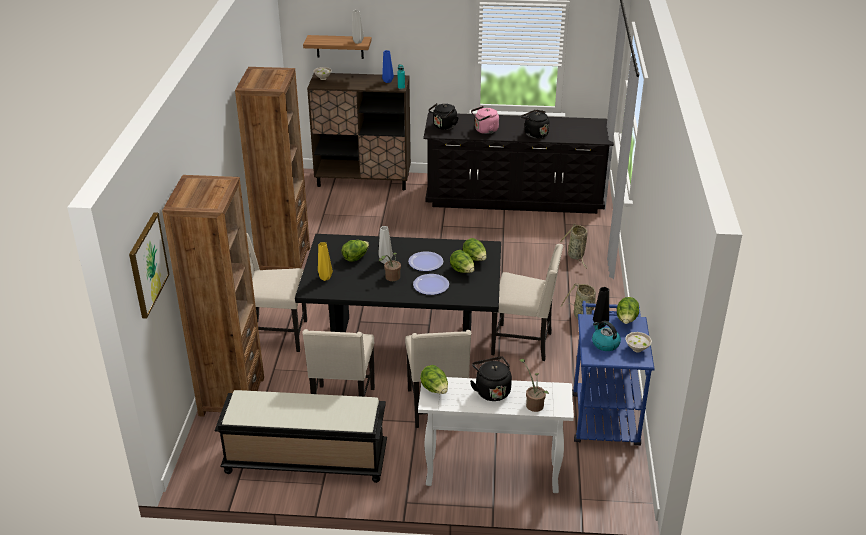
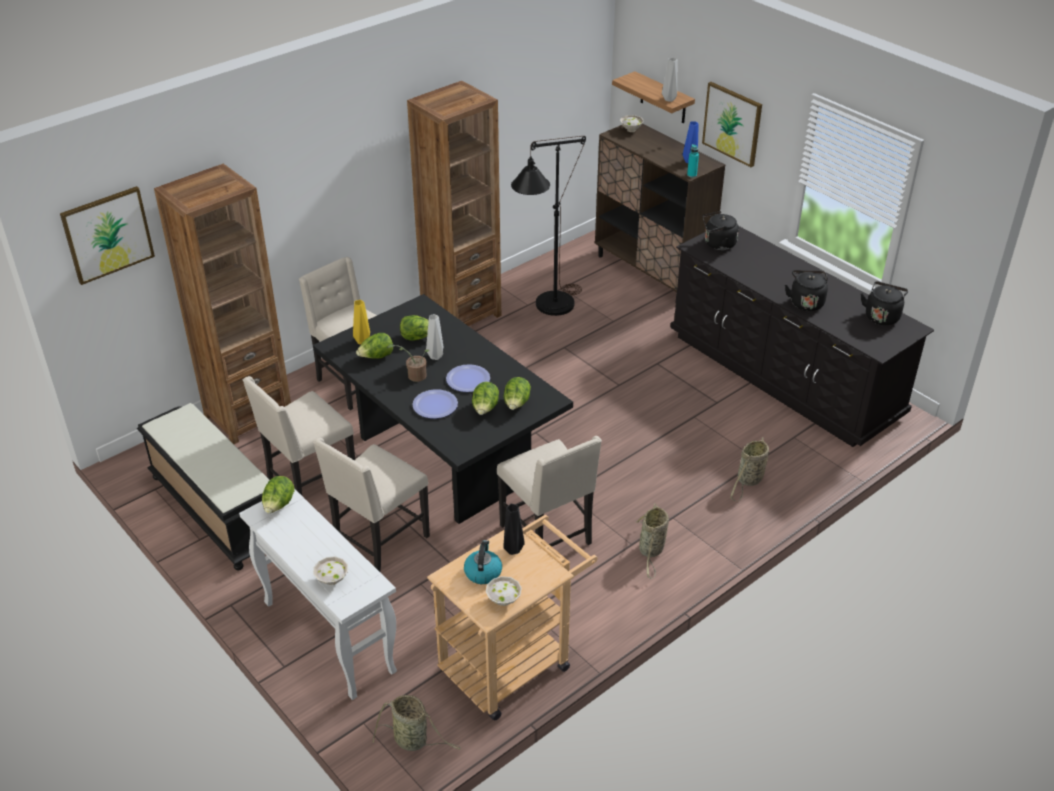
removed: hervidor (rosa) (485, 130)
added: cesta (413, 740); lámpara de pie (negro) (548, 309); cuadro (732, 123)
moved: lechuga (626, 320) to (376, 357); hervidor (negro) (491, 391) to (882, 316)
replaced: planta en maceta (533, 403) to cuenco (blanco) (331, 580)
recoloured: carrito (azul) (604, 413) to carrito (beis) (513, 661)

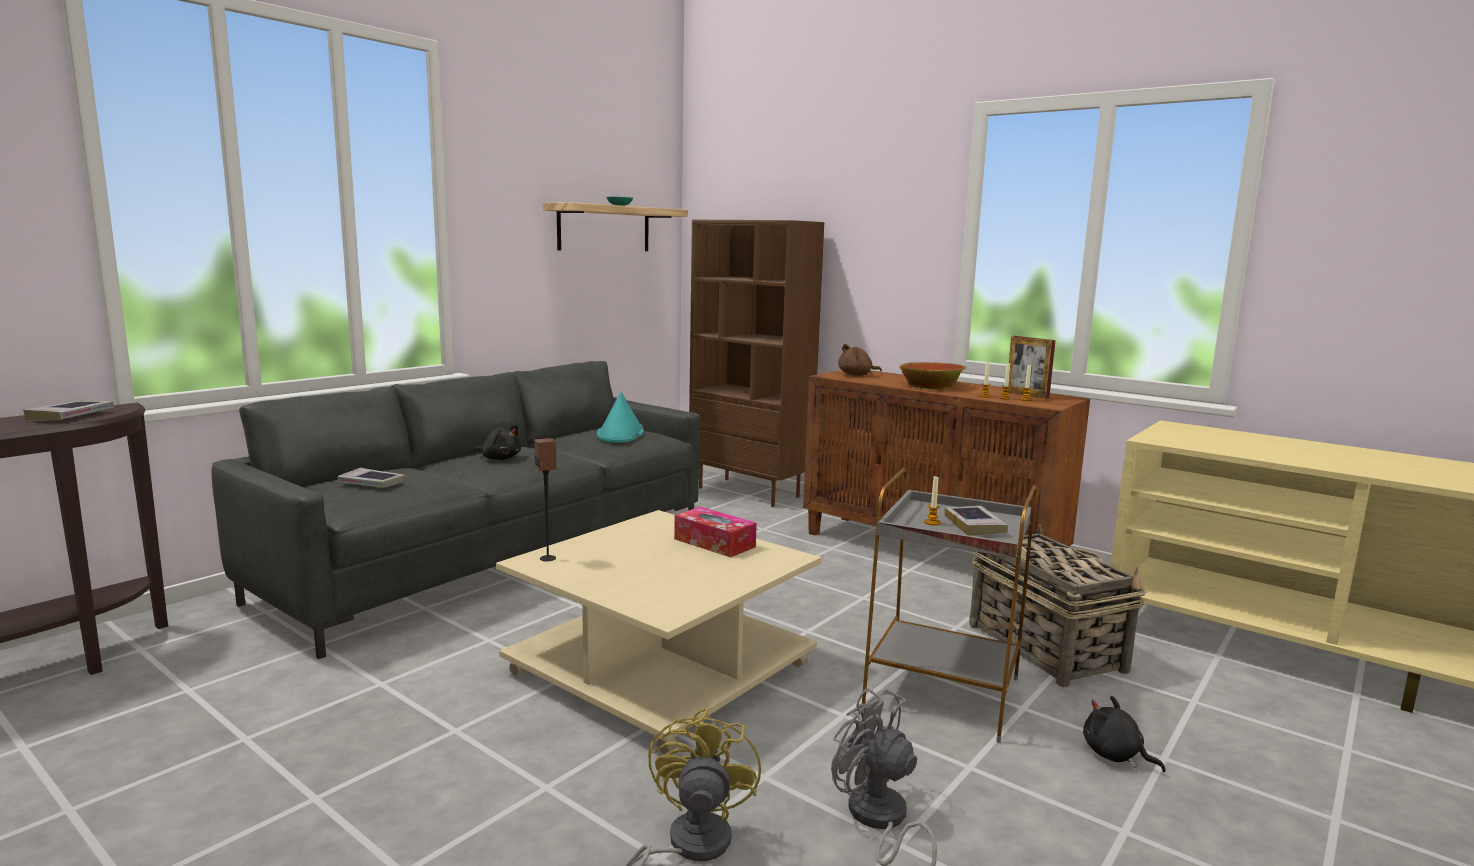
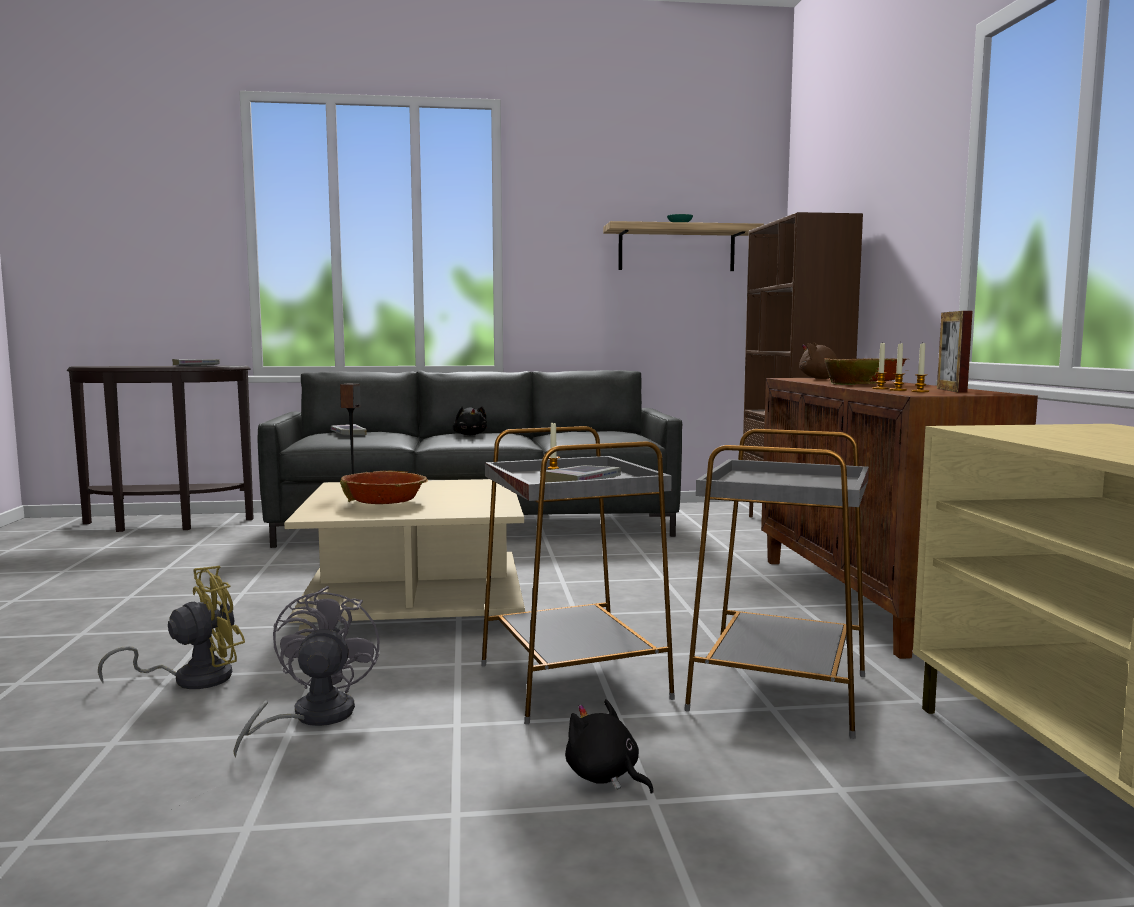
removed: sombrero (turquesa) (620, 434); caja de pañuelos (714, 543)
added: cuenco (385, 503)
replaced: cesta (1044, 646) to mesa auxiliar (gris) (780, 691)
turned: peluche (negro) (1115, 755) = (605, 777) 45 degrees counterclockwise

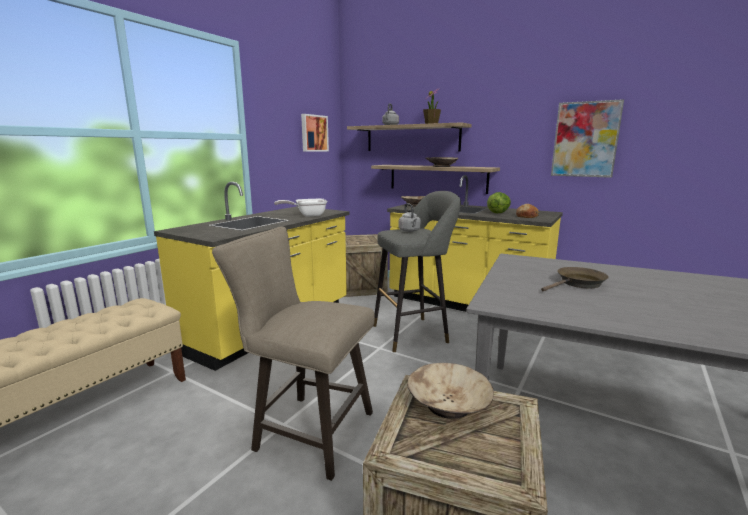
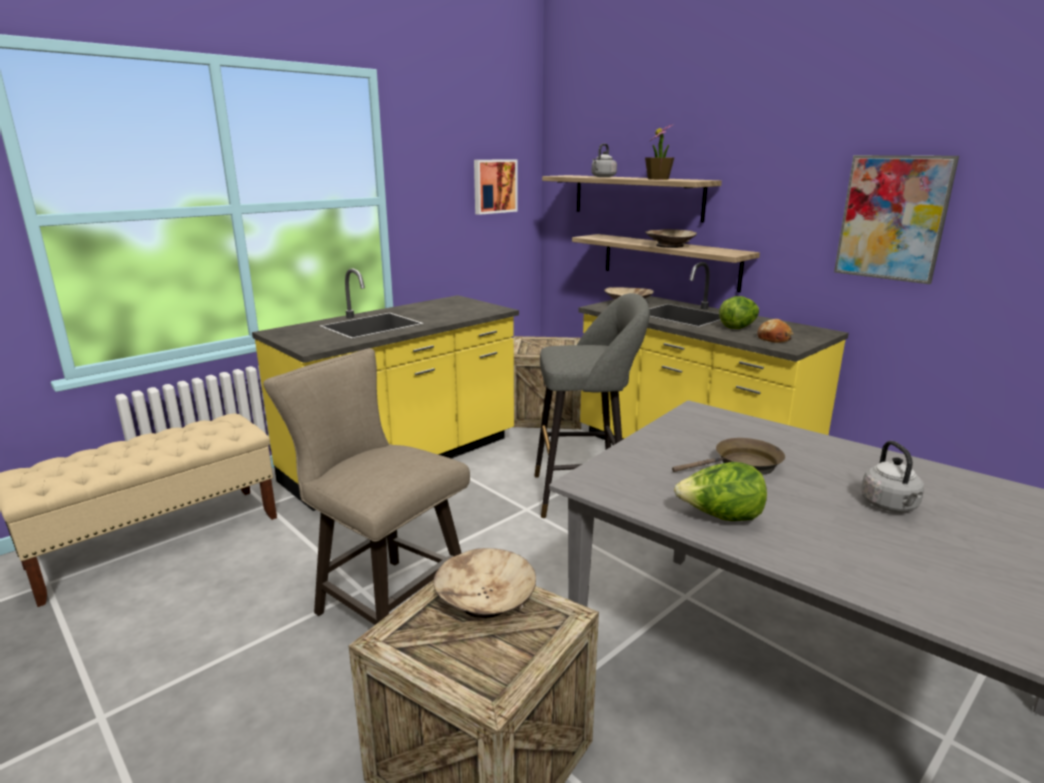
removed: sartén (307, 215)
added: lechuga (720, 517)
moved: hervidor (gris) (410, 231) to (890, 506)

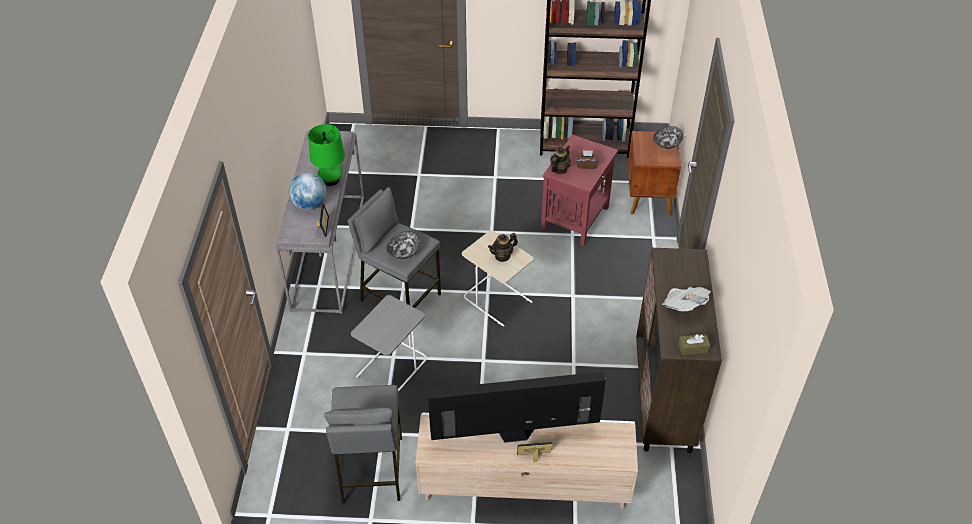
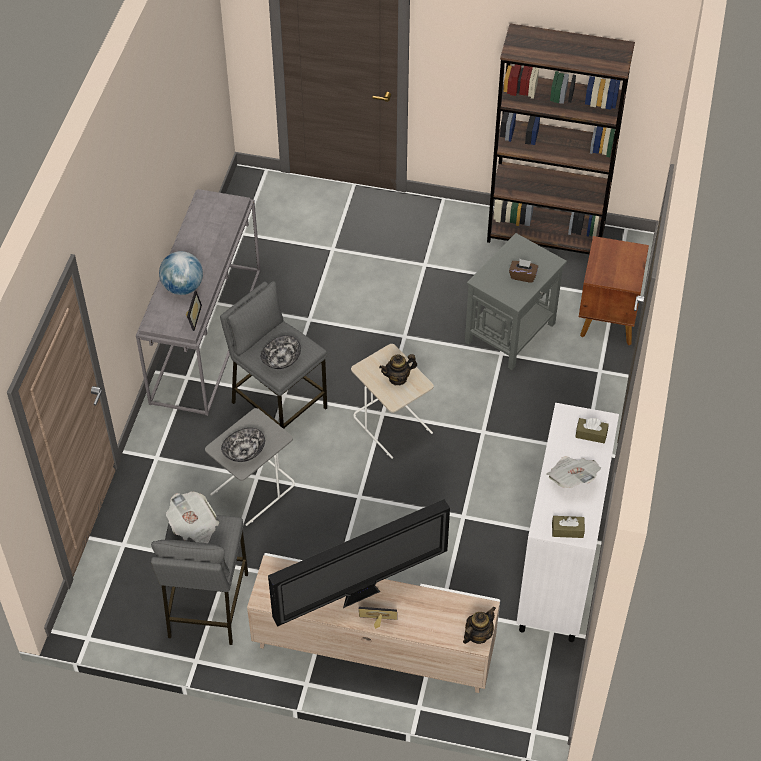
removed: lámpara de mesa (verde) (331, 180)
added: periódico (194, 526); caja de pañuelos (marrón) (591, 434)
moved: cuenco (667, 144) to (244, 452); tetera (559, 169) to (478, 635)
recoloured: mesa auxiliar (rojo) (575, 218) to mesa auxiliar (gris) (510, 333); armario (marrón) (663, 399) to armario (blanco) (557, 574)
turned: televisor (514, 435) = (361, 594) 150 degrees clockwise

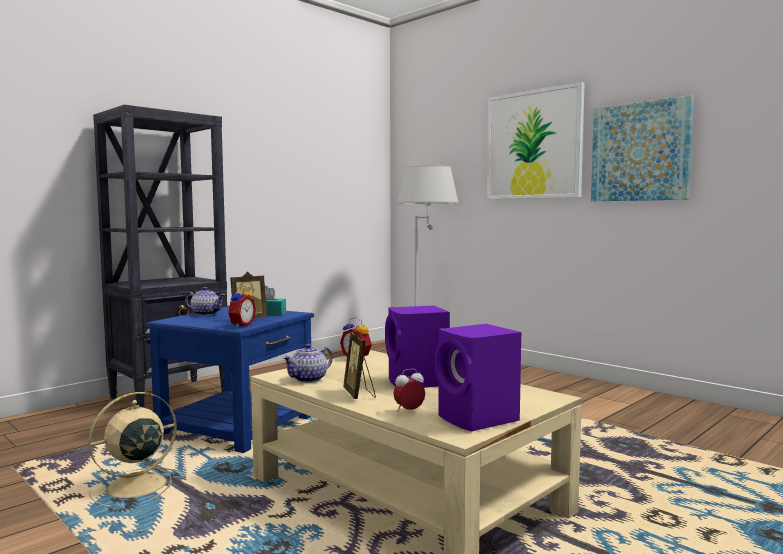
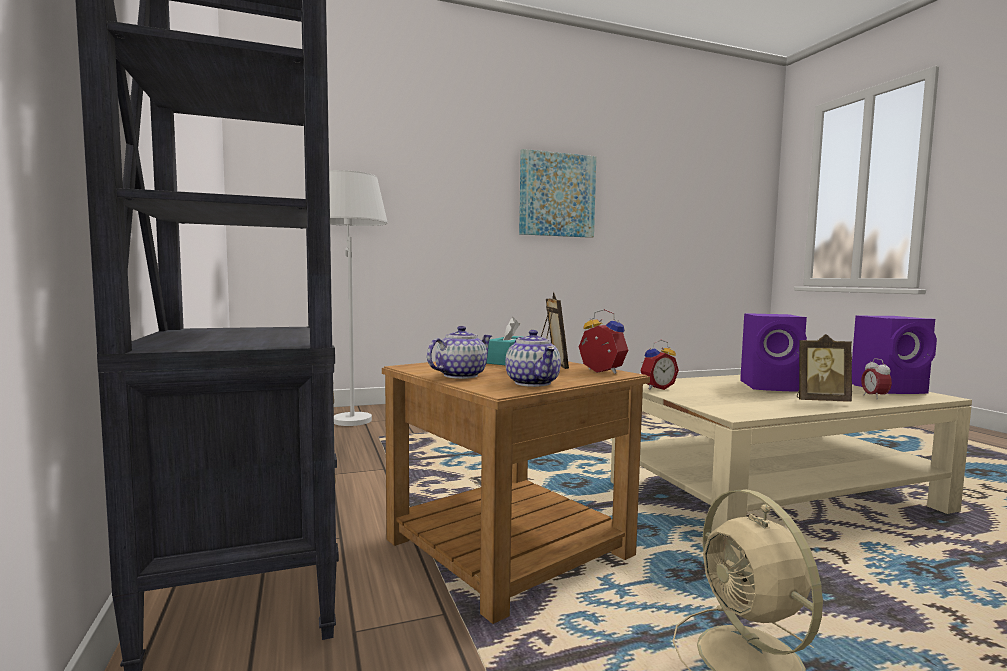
removed: cuadro (533, 145)
moved: tetera (309, 379) to (533, 383)
recoloured: mesa auxiliar (azul) (237, 425) to mesa auxiliar (marrón) (509, 547)

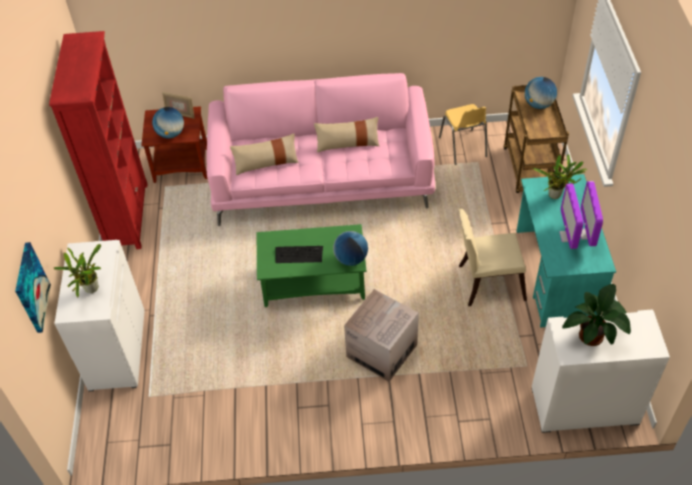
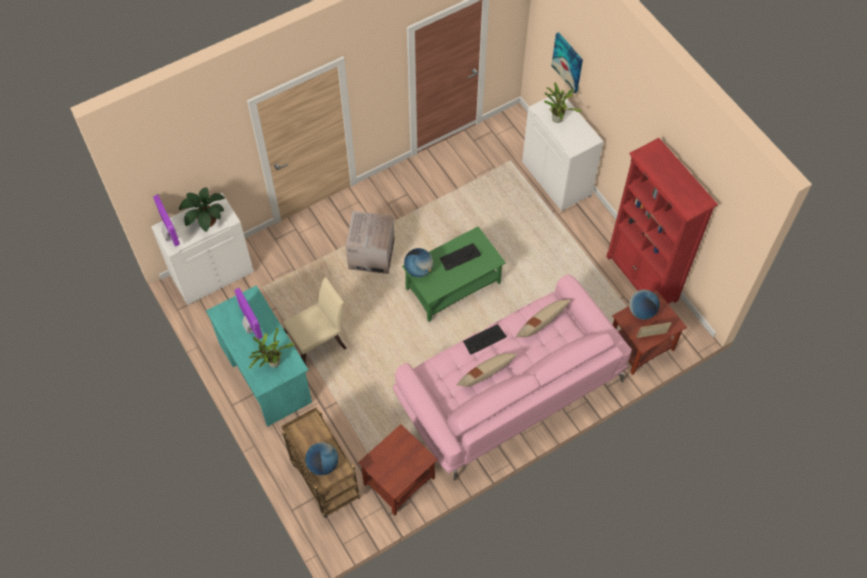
added: teclado (484, 339)
moved: monitor (587, 234) to (170, 235)
replaced: silla (amarillo) (463, 147) to mesa auxiliar (marrón) (398, 480)

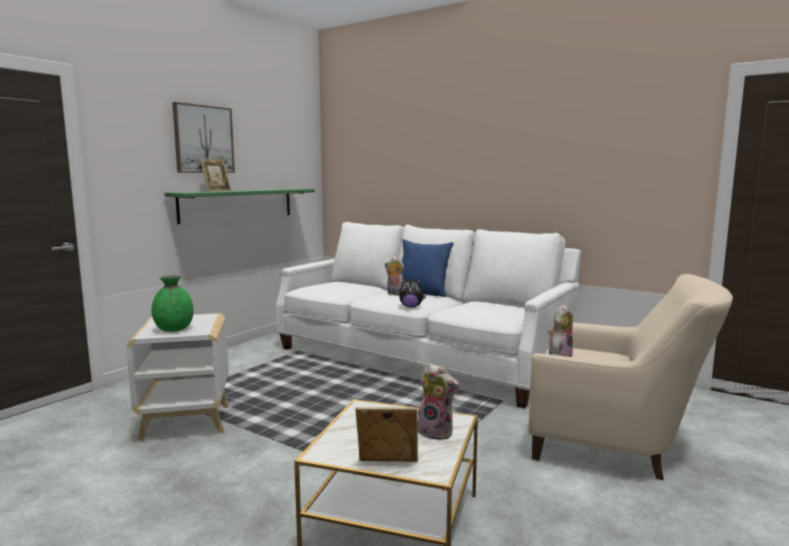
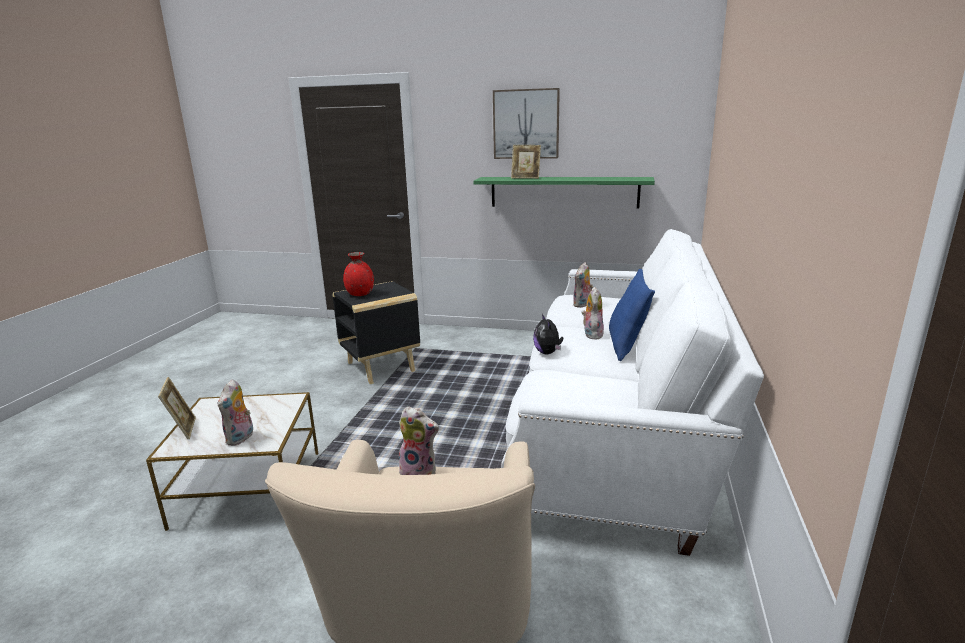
added: peluche (582, 305)
recoloured: mesa auxiliar (blanco) (188, 422) to mesa auxiliar (negro) (381, 367); florero (verde) (174, 329) to florero (rojo) (360, 294)

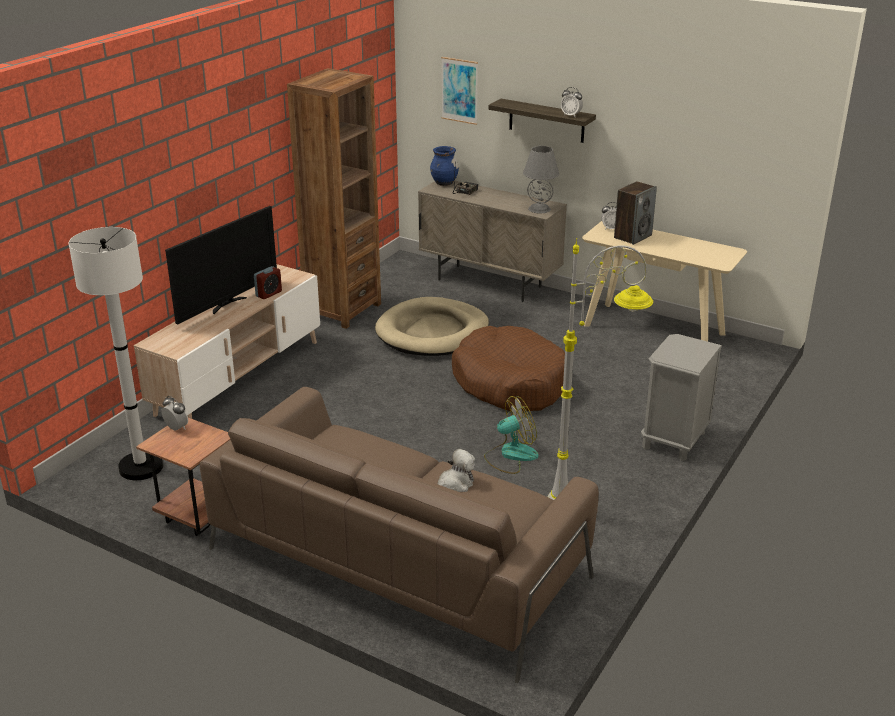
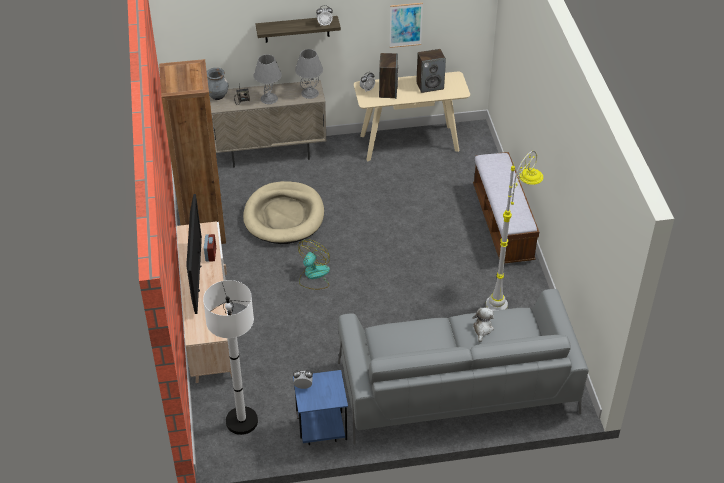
removed: cama para perro (marrón) (510, 383)
added: lámpara de mesa (gris) (269, 98); altavoz (430, 86)
moved: ventilador (510, 455) to (313, 276); cuadro (459, 90) to (405, 25)
replaced: mesita de noche (gris) (674, 440) to banco (502, 224)
recoloured: florero (azul) (444, 183) to florero (gris) (217, 96); mesa auxiliar (marrón) (195, 519) to mesa auxiliar (azul) (321, 432); sofá (marrón) (398, 562) to sofá (gris) (456, 387)

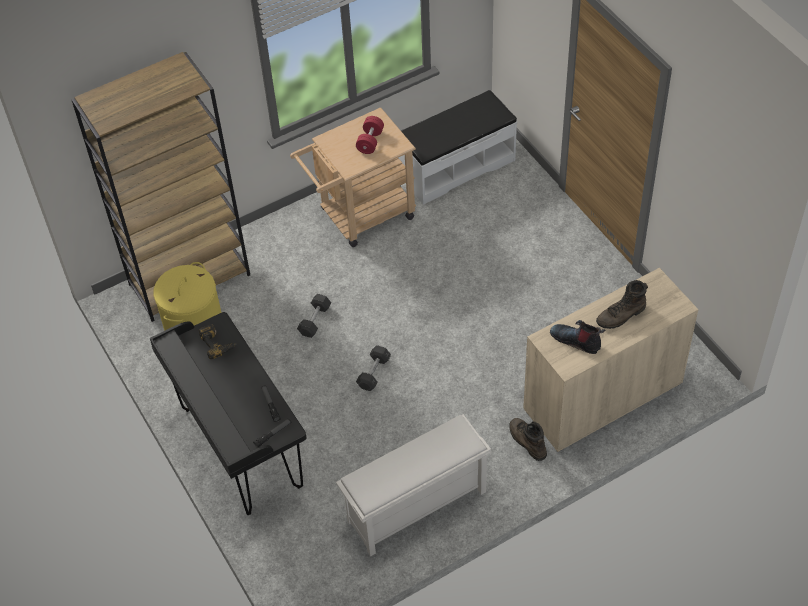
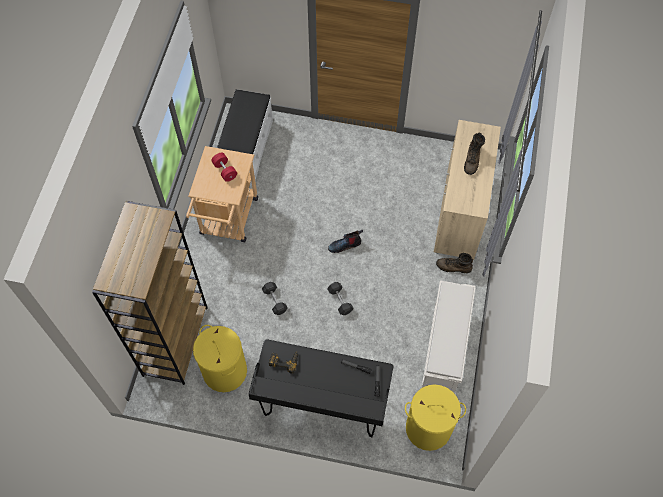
added: cesto de la ropa (amarillo) (428, 428)
moved: bota (576, 340) to (345, 245)

